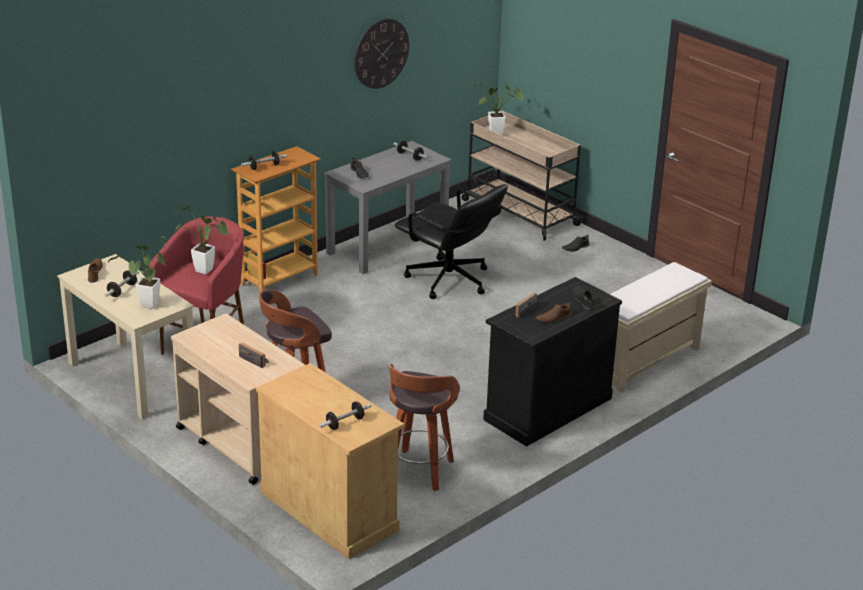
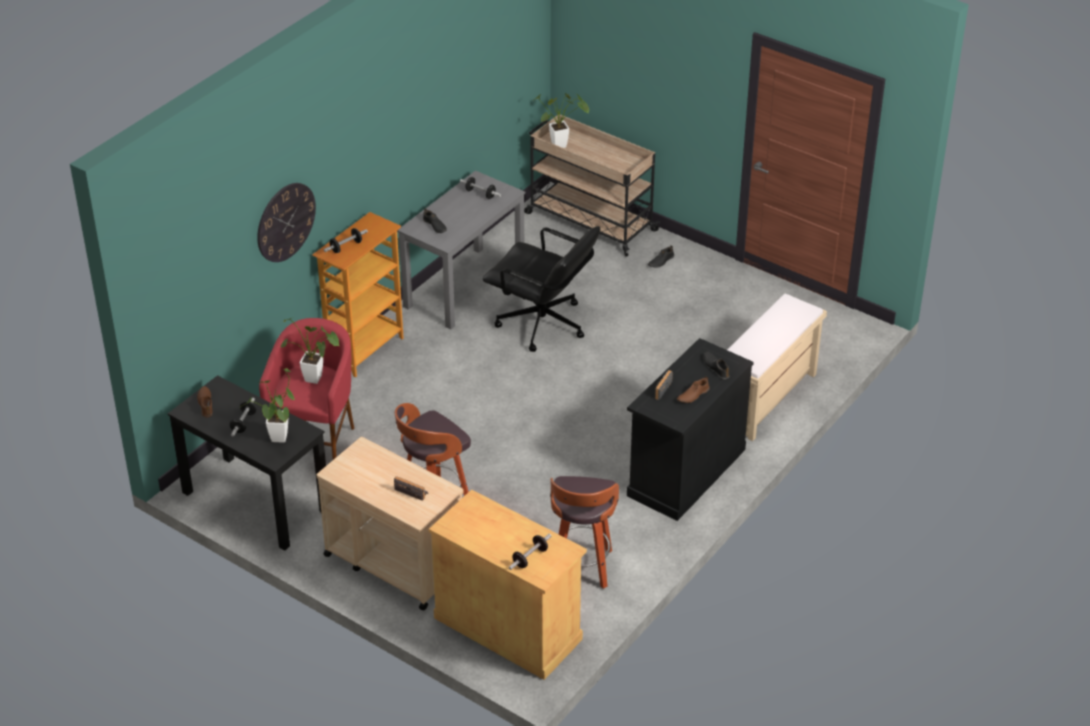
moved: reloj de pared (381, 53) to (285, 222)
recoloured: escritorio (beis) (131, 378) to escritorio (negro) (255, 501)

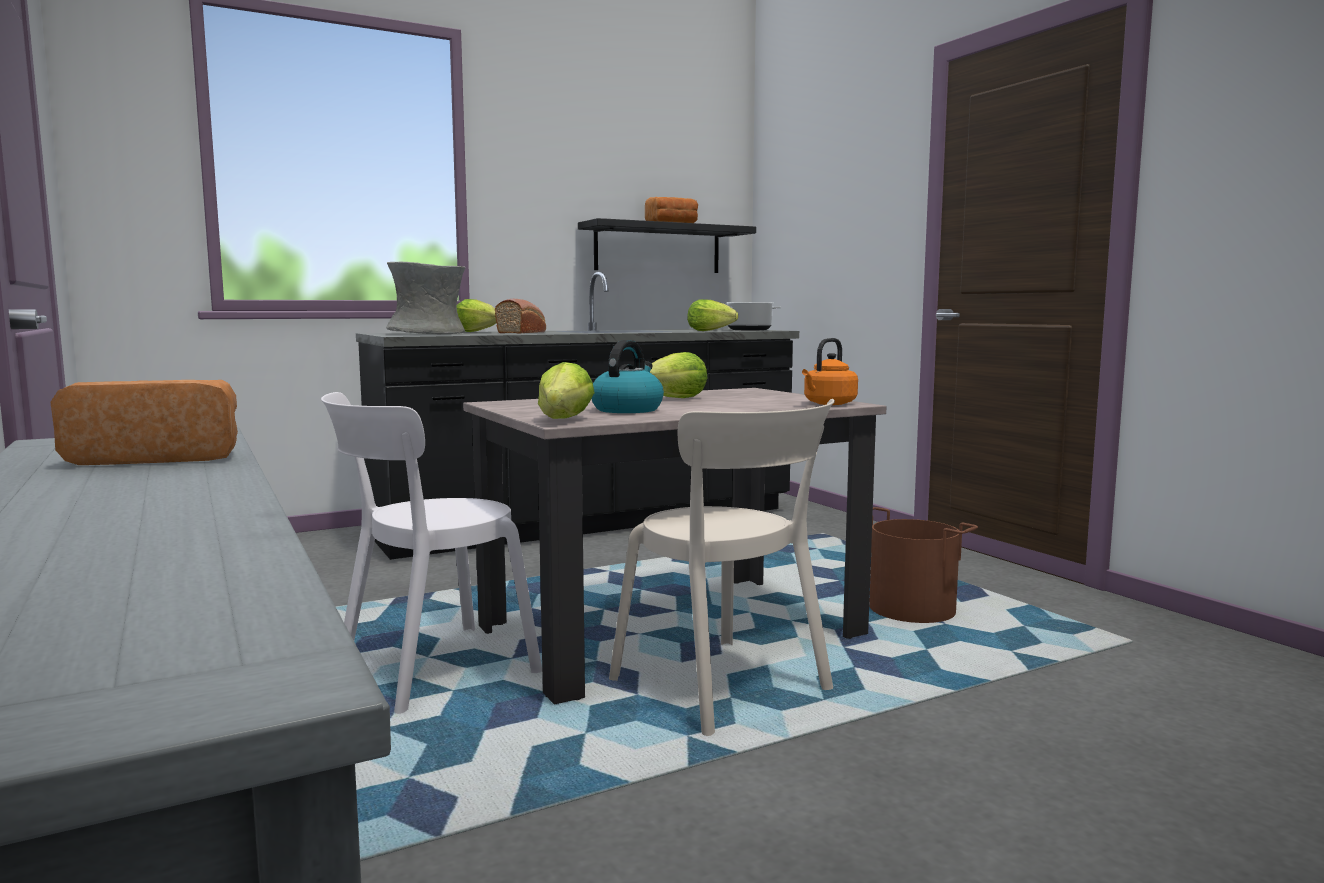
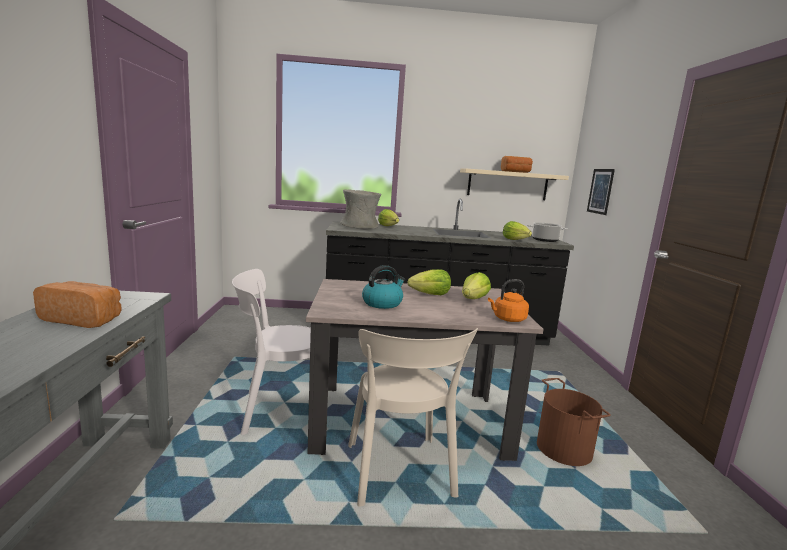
removed: pan (523, 332)
added: cuadro (600, 191)
moved: lechuga (564, 420) to (474, 299)
recoloured: estante (negro) (658, 249) to estante (beis) (507, 184)

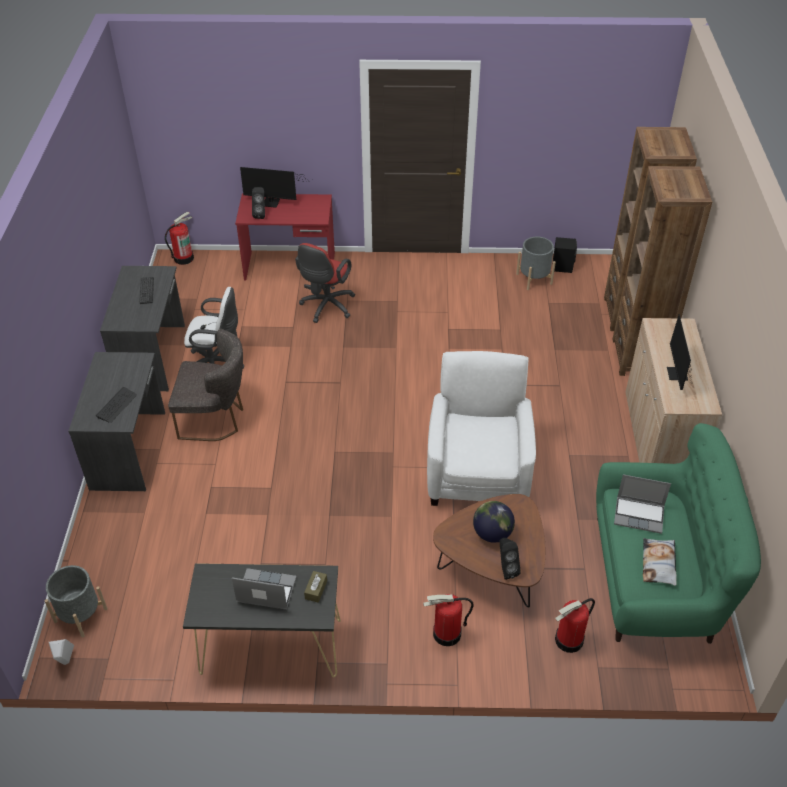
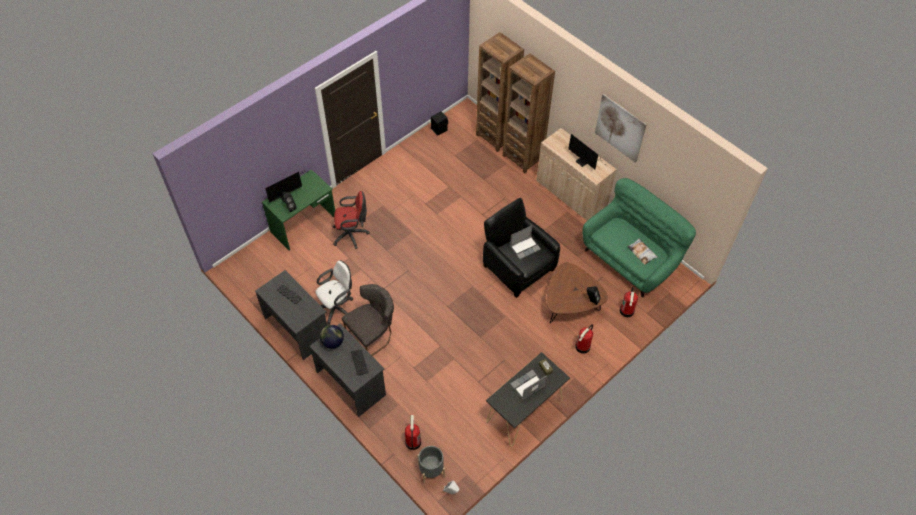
removed: maceta (gris) (534, 279)
added: cuadro (620, 128)
moved: globo terráqueo (492, 533) to (332, 342); extintor (183, 258) to (413, 442); portátil (639, 515) to (525, 247)
recoloured: escritorio (rojo) (290, 267) to escritorio (verde) (304, 225); sillón (blanco) (478, 472) to sillón (negro) (518, 267)
turned: silla de oficina (rojo) (326, 307) = (352, 235) 75 degrees counterclockwise

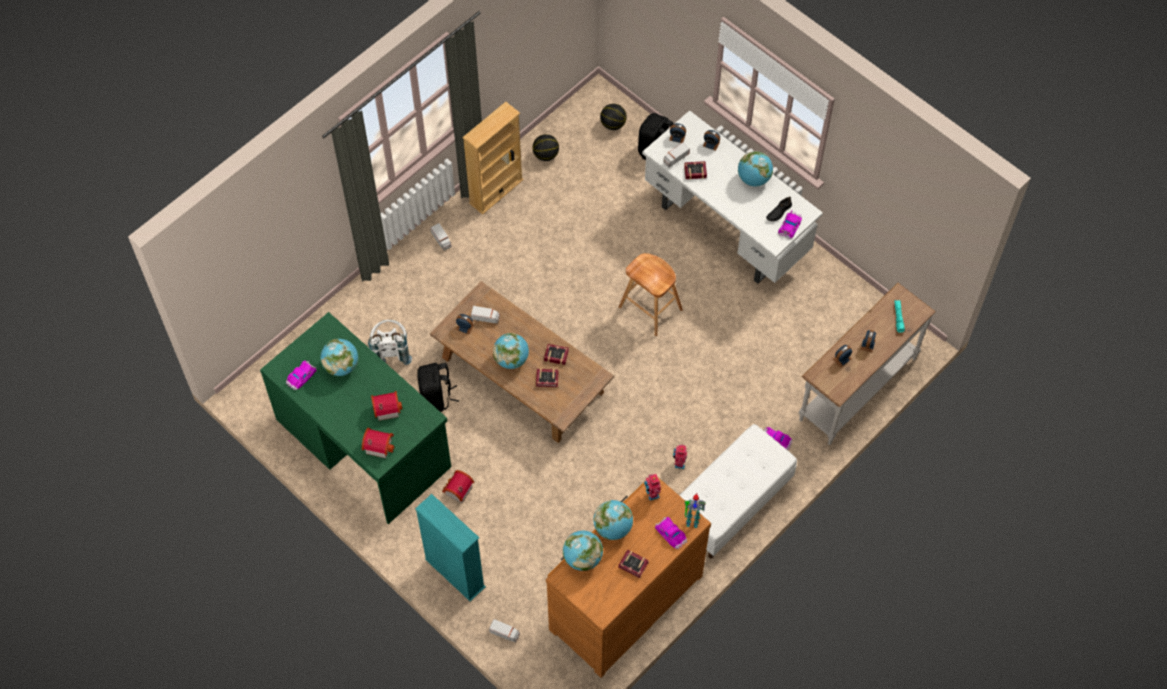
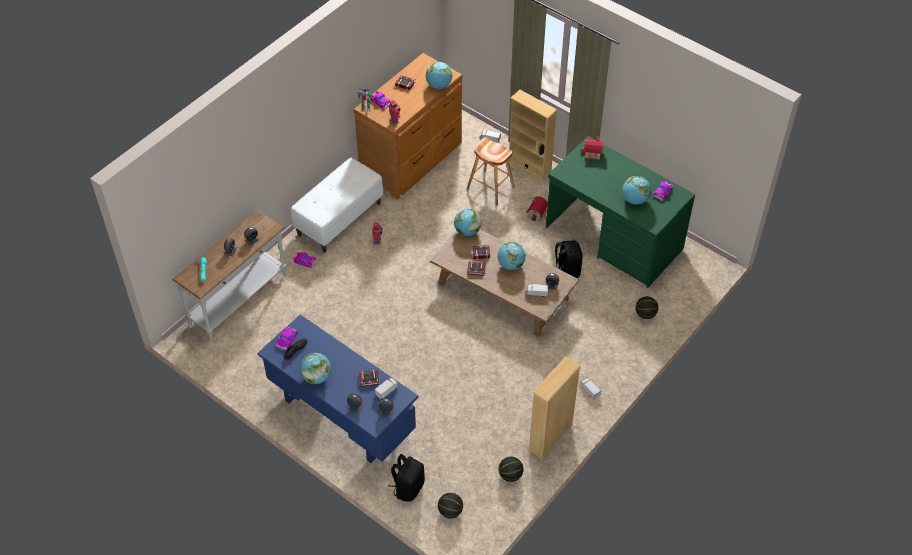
removed: mochila (blanco) (390, 350); casita (385, 408)
added: balón de baloncesto (645, 314)
moved: globo terráqueo (613, 528) to (467, 231); taburete (marrón) (650, 308) to (490, 188)
recoloured: escritorio (blanco) (726, 229) to escritorio (azul) (341, 417); estantería (turquesa) (455, 573) to estantería (beis) (529, 167)

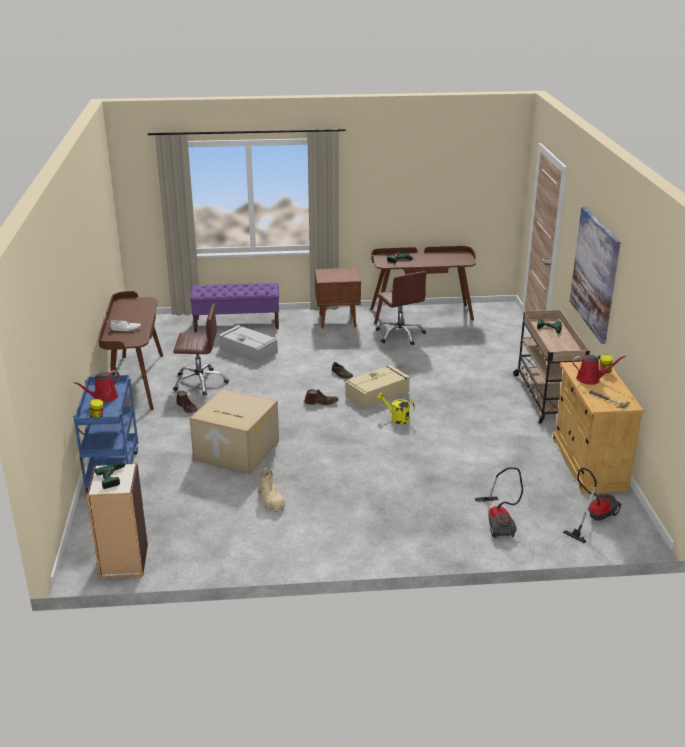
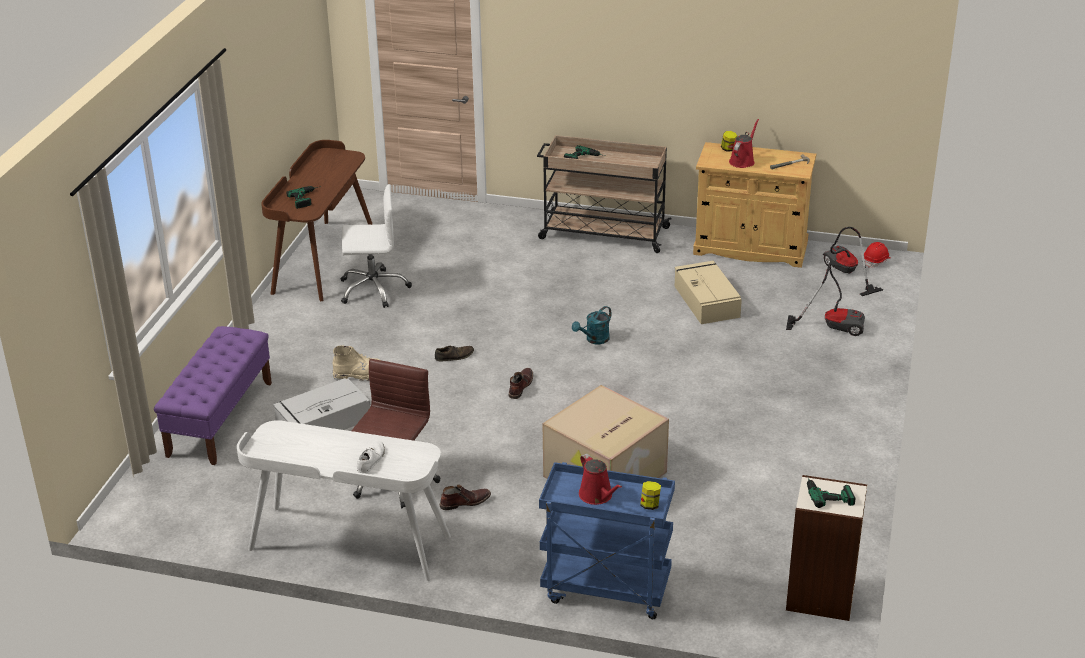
removed: mesita de noche (marrón) (338, 321); cuadro (595, 273)
added: casco (rojo) (876, 261)
moved: bota (beis) (271, 501) to (359, 375); caja de almacenaje (beis) (378, 393) to (706, 301)
recoloured: escritorio (marrón) (136, 382) to escritorio (blanco) (349, 544); silla de oficina (marrón) (400, 335) to silla de oficina (blanco) (373, 289); regadera (amarillo) (397, 418) to regadera (turquesa) (594, 340)

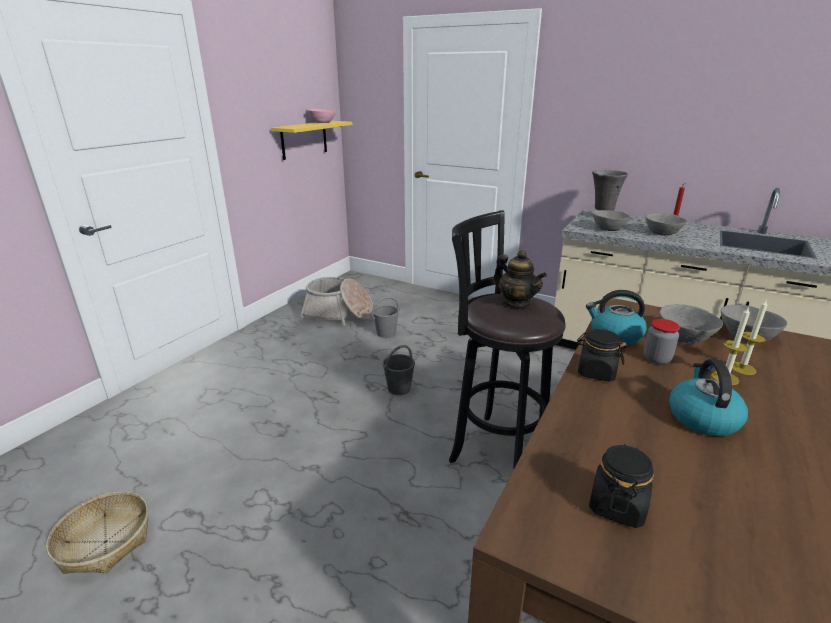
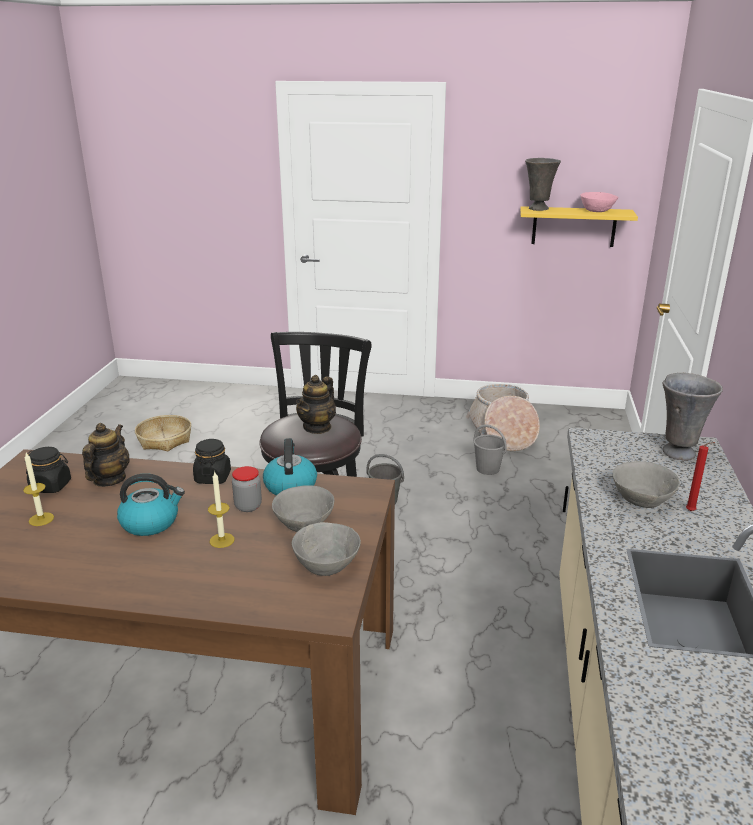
removed: cuenco (gris) (608, 229)
added: tetera (109, 479); florero (gris) (538, 209)
moved: vela (742, 368) to (41, 519)

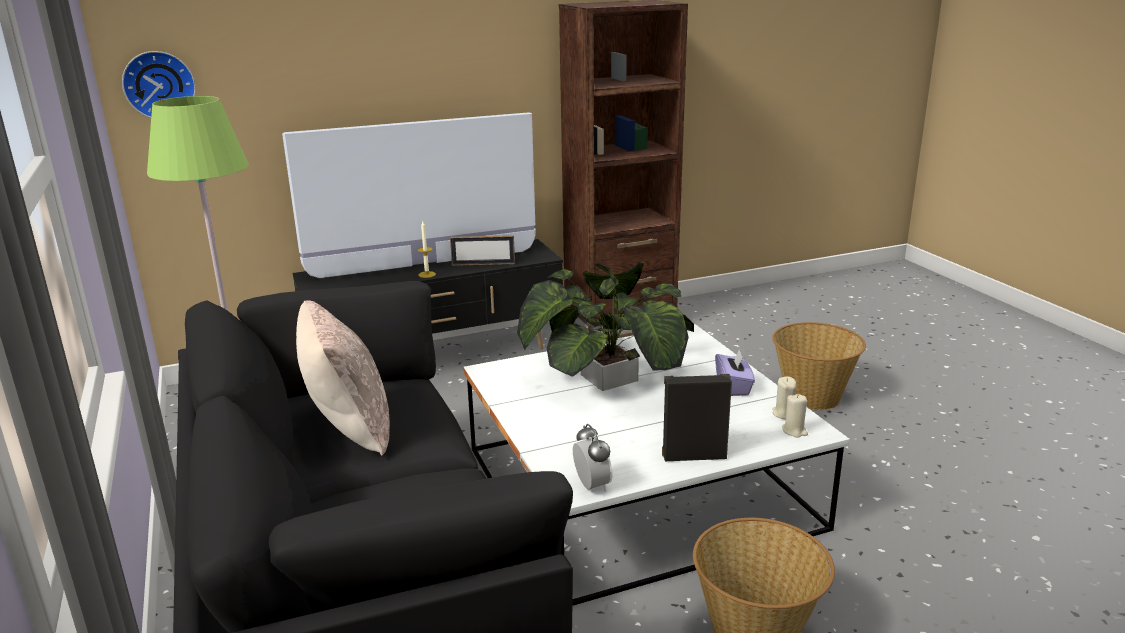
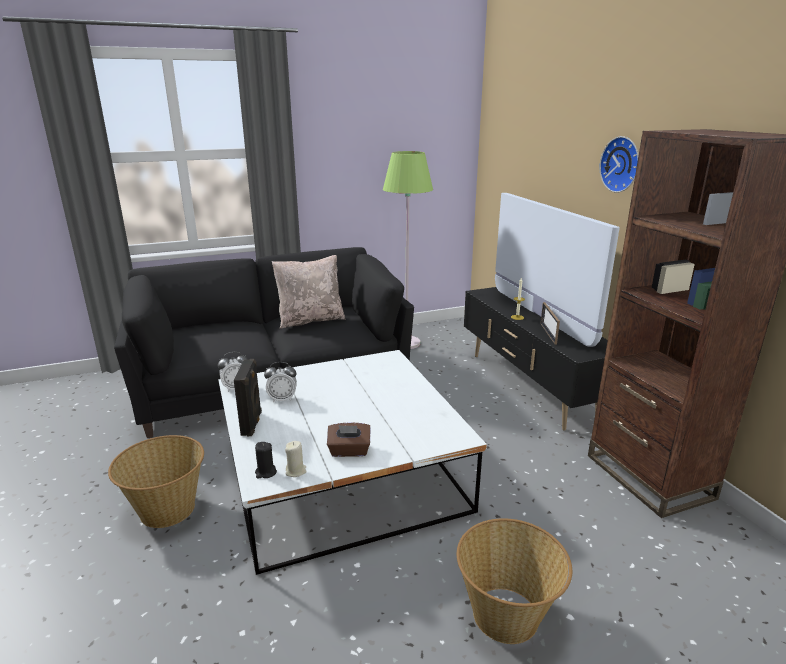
removed: planta en maceta (609, 377)
added: despertador (282, 399)
moved: reloj de pared (159, 85) to (622, 164)
recoloured: vela (beis) (794, 431) to vela (negro) (265, 472); caja de pañuelos (morado) (733, 387) to caja de pañuelos (marrón) (349, 451)

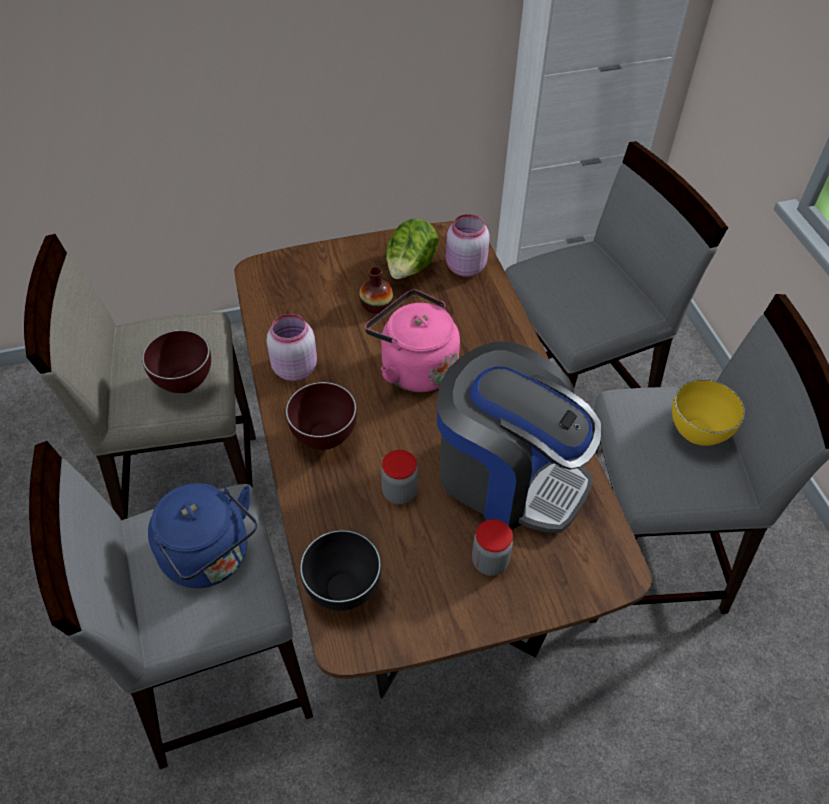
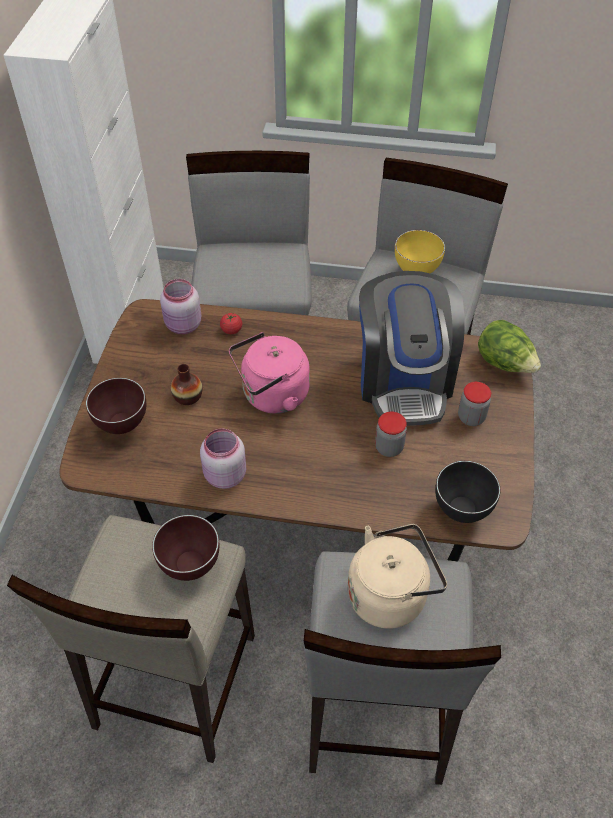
added: tomate (231, 330)
moved: cuenco (marrón) (326, 439) to (123, 425); lechuga (410, 268) to (504, 363)
recoloured: hervidor (azul) (211, 558) to hervidor (beis) (391, 594)
turned: cafetera (508, 476) = (404, 380) 120 degrees clockwise

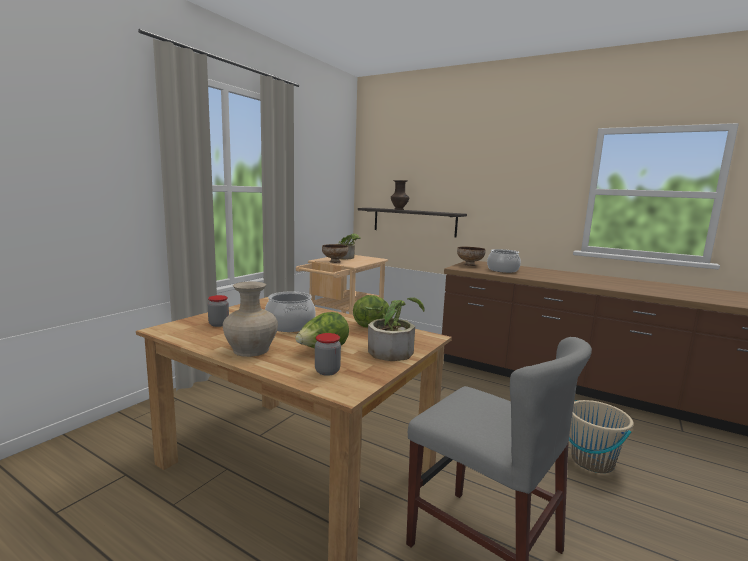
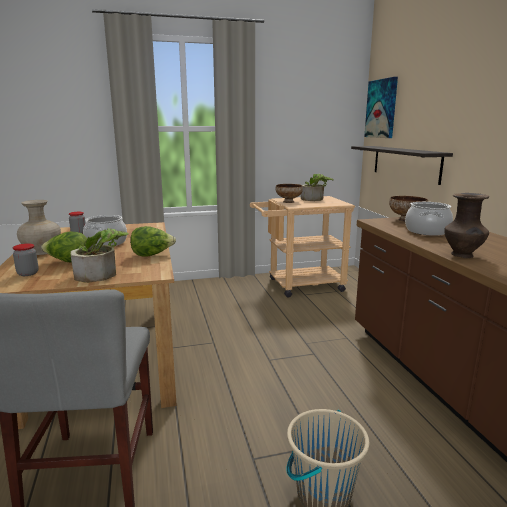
added: cuadro (381, 109)
moved: florero (marrón) (399, 209) to (462, 255)

